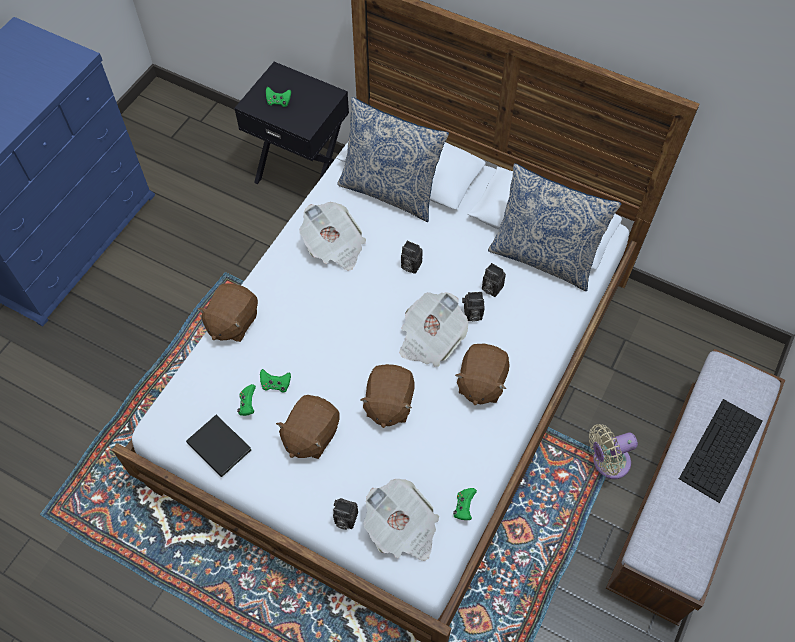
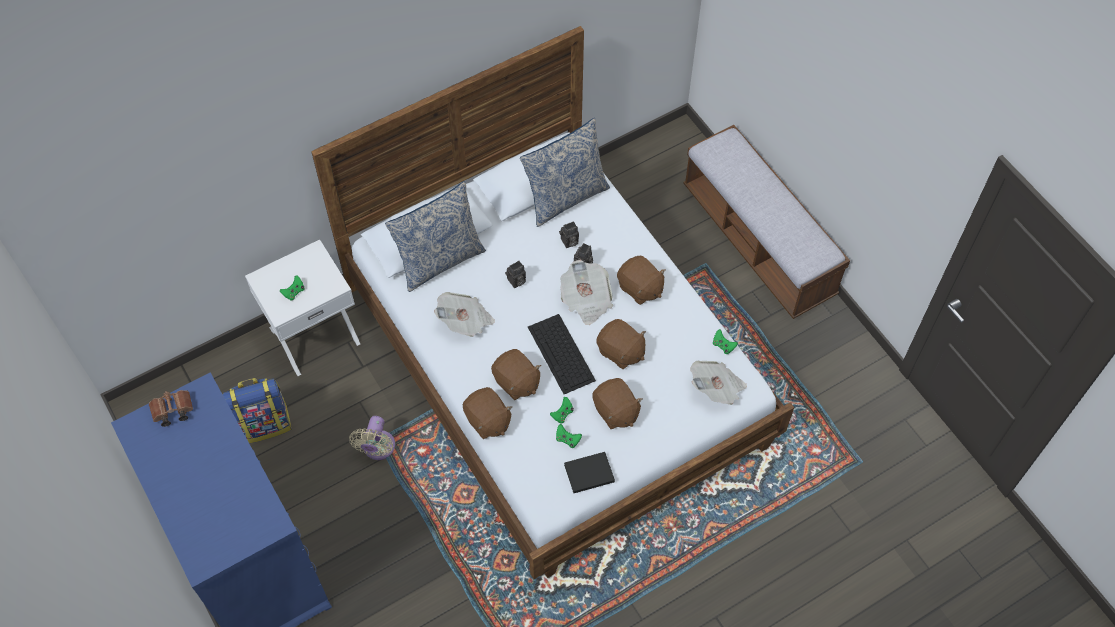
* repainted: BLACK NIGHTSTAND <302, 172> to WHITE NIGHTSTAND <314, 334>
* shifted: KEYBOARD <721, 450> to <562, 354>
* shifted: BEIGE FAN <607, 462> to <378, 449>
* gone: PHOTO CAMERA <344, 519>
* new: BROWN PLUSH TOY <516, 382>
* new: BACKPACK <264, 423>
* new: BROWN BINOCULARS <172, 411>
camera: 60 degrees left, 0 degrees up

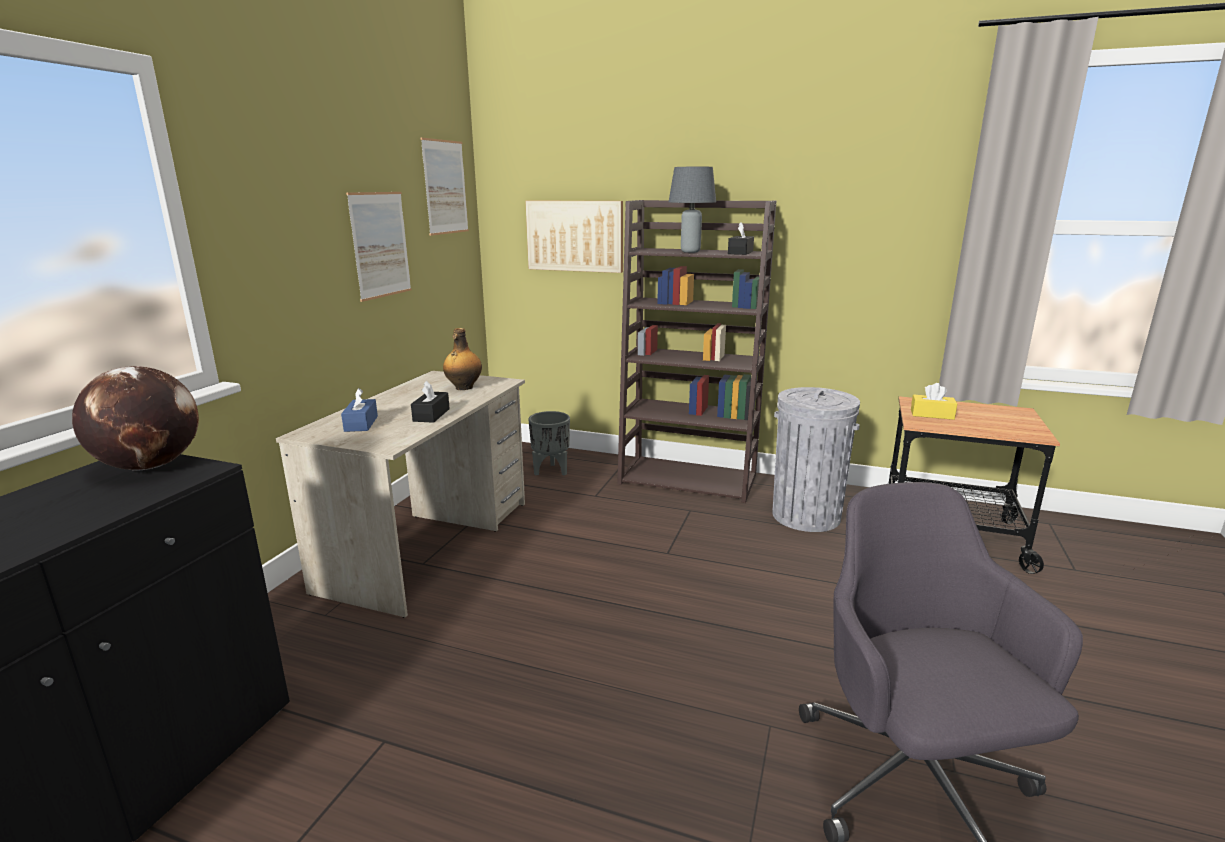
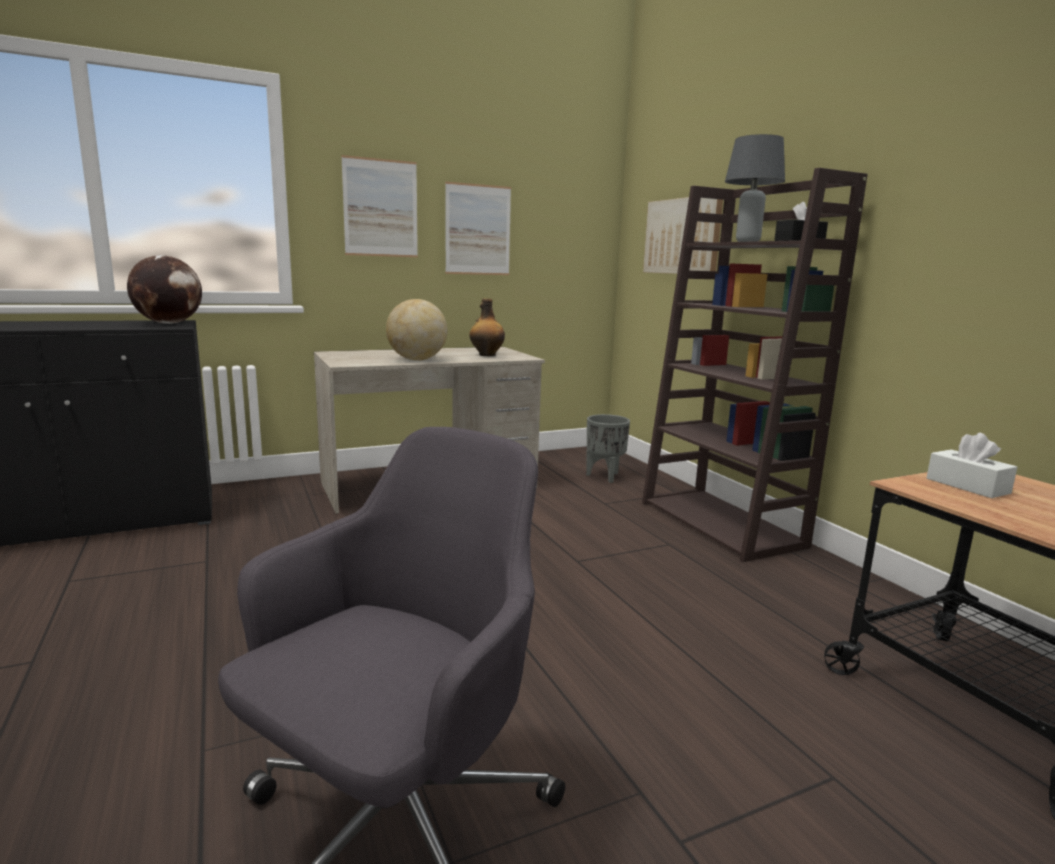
* shifted: PICTURE <445, 187> to <380, 208>
* swapped: BLACK TISSUE BOX <431, 415> to GLOBE <417, 360>
* repainted: YELLOW TISSUE BOX <932, 414> to WHITE TISSUE BOX <967, 486>
* gone: GREY TRASH CAN <806, 515>
* gone: BLUE TISSUE BOX <361, 424>
camera: 45 degrees right, 5 degrees down

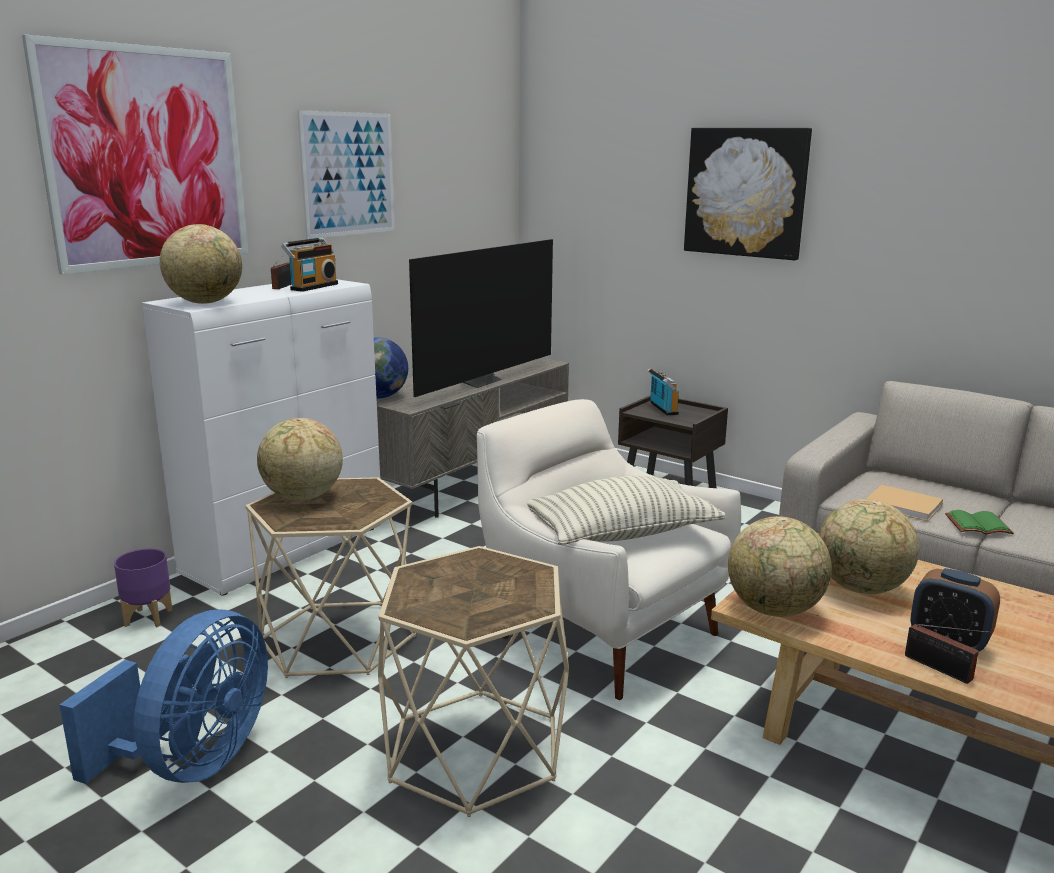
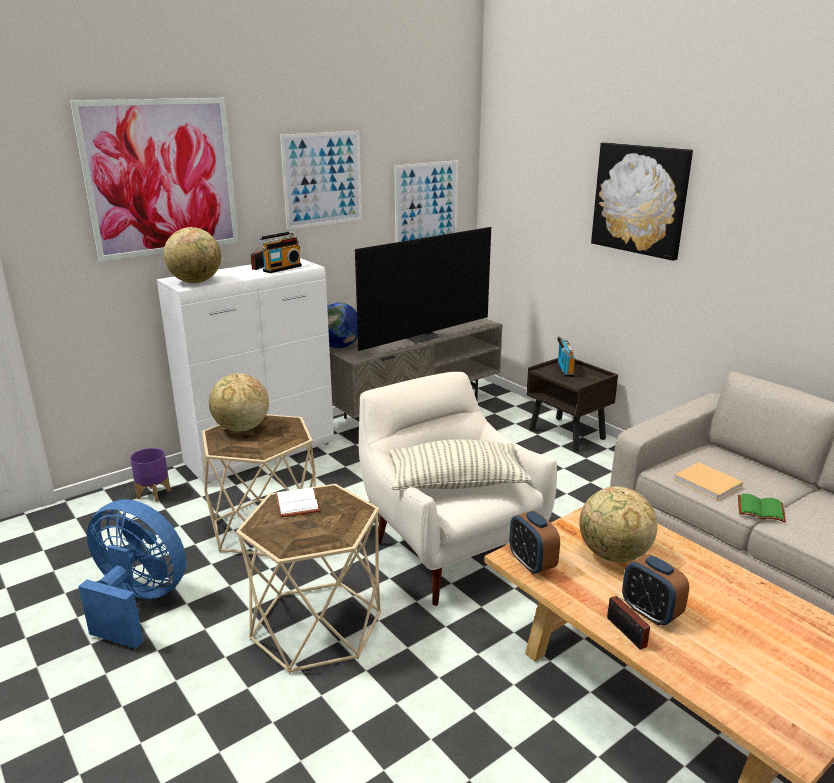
* swapped: GLOBE <774, 610> to ALARM CLOCK <532, 563>
* rotated: BLUE FAN <192, 762> = <138, 603> 105 degrees counterclockwise
* new: PICTURE <426, 203>
* new: WHITE BOOK <299, 504>
camera: 15 degrees right, 5 degrees up

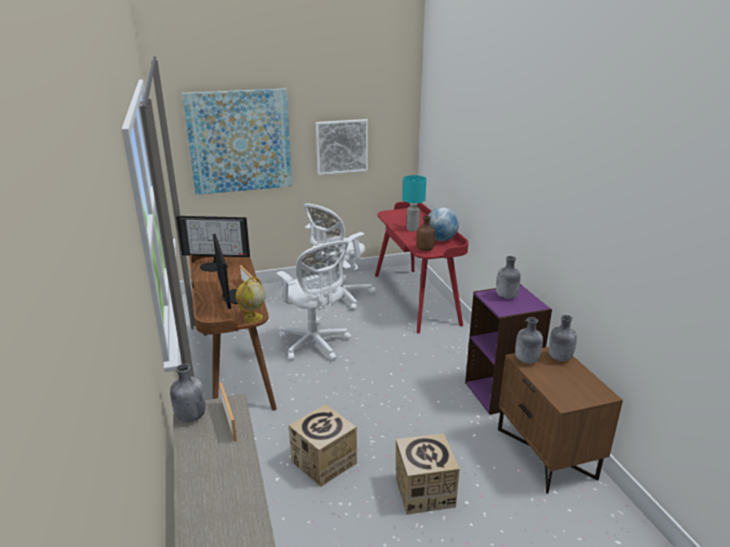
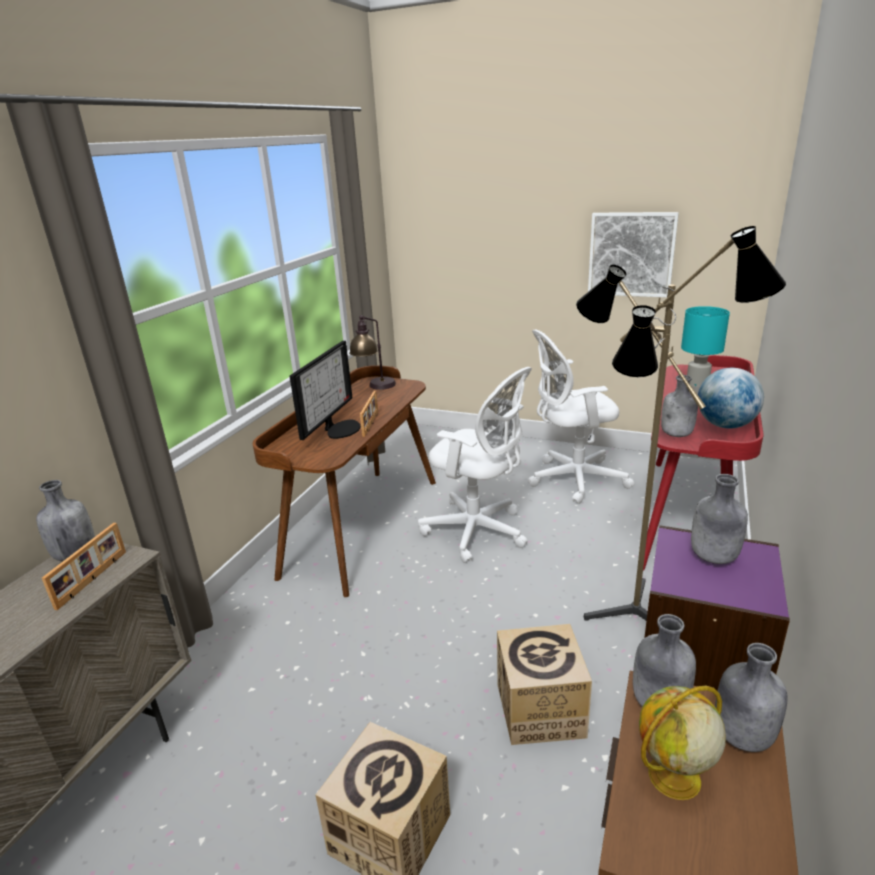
* gone: PICTURE <240, 141>
* swapped: MONITOR <215, 265> to TABLE LAMP <375, 388>
* repainted: BROWN BOTTLE <425, 249> to GREY BOTTLE <677, 434>
* rotated: WHITE OFFICE CHAIR <315, 345> = <478, 532> 60 degrees counterclockwise
* shifted: GLOBE <253, 318> to <673, 777>
* shifted: CARDBOARD BOX <324, 462> to <540, 710>
* new: FLOOR LAMP <629, 619>
camera: 40 degrees right, 0 degrees up

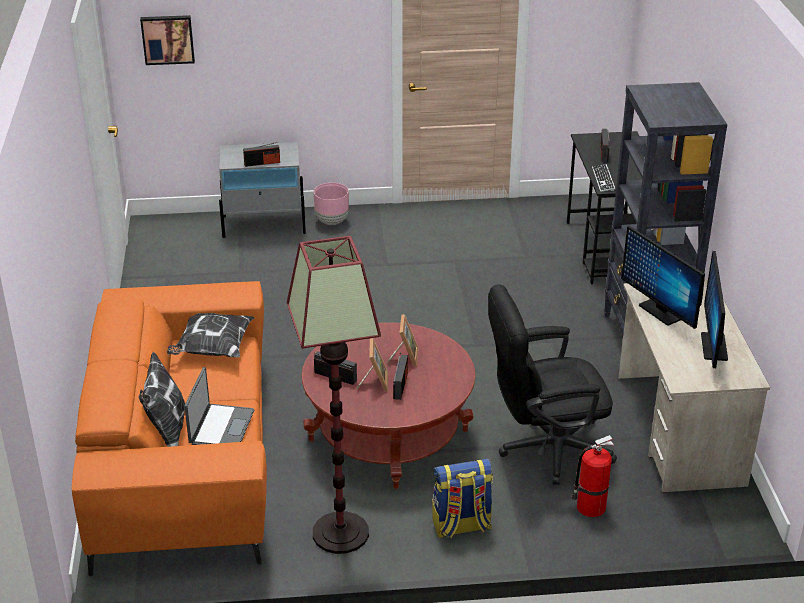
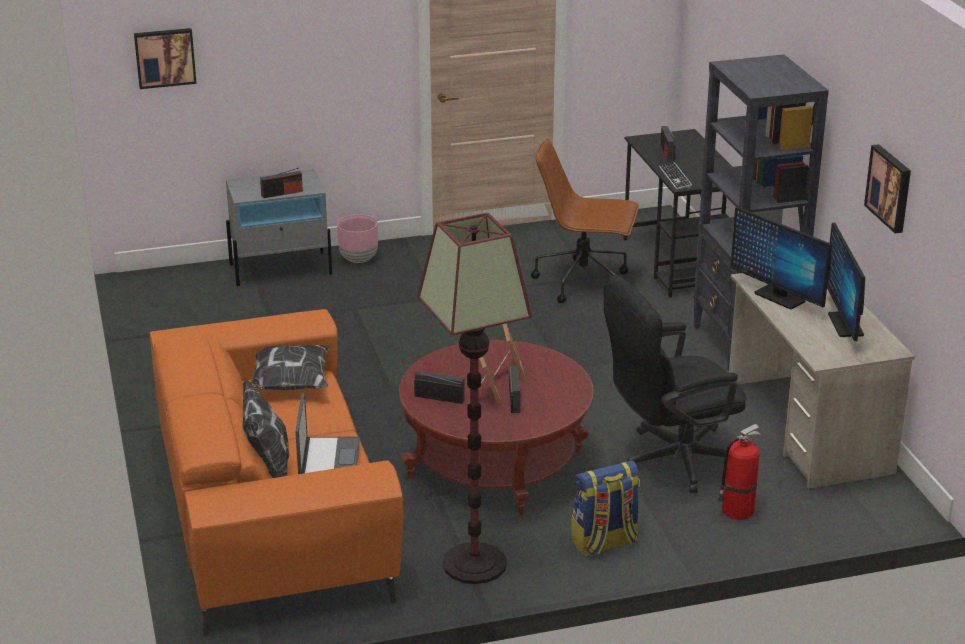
* new: BROWN OFFICE CHAIR <584, 282>
* new: PICTURE <890, 188>
camera: 10 degrees left, 5 degrees down

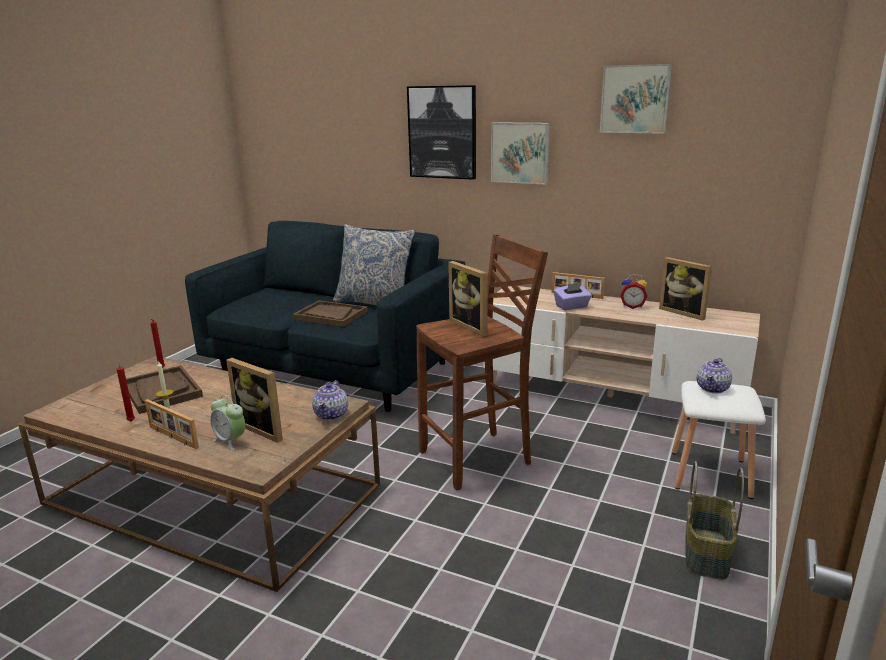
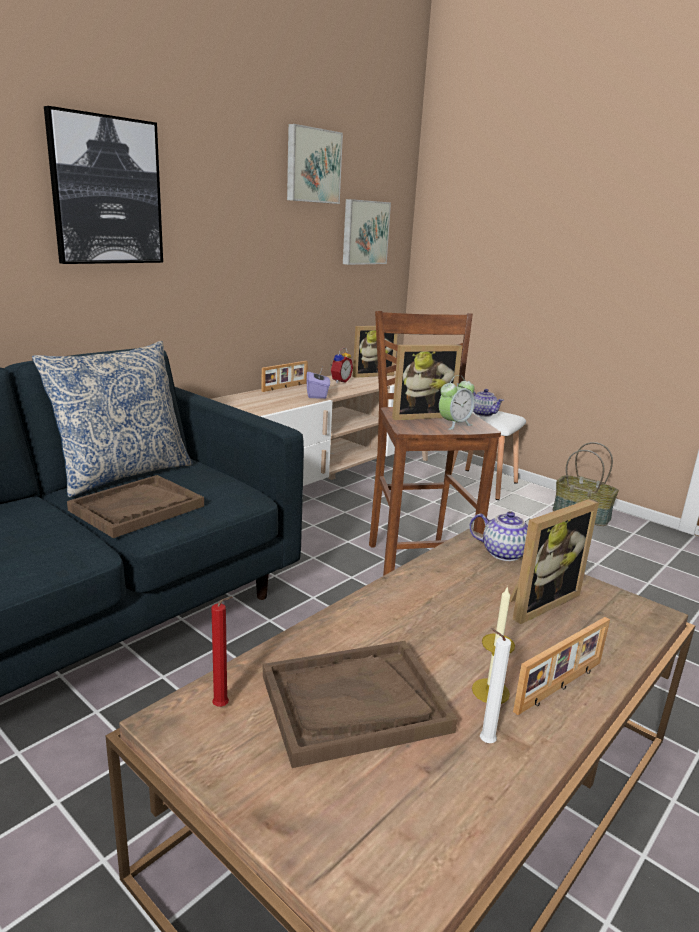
* shifted: PICTURE <520, 152> to <364, 232>
* repainted: RED CANDLE <131, 420> to WHITE CANDLE <484, 742>
* shifted: ALARM CLOCK <230, 441> to <454, 424>
camera: 75 degrees left, 0 degrees up

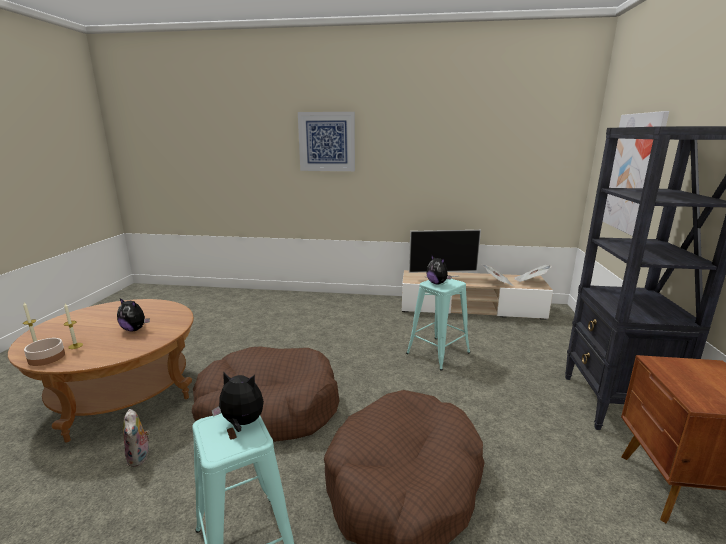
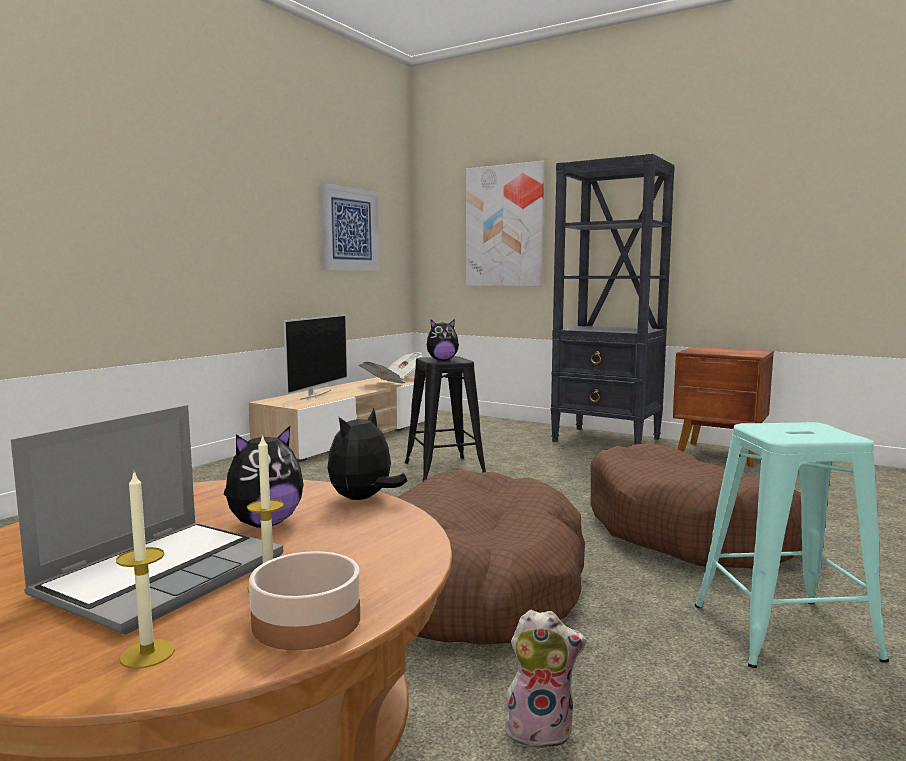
* shifted: PICTURE <327, 142> to <349, 229>
* repainted: TURQUOISE STOOL <438, 353> to BLACK STOOL <444, 469>
* shifted: PLUSH TOY <242, 423> to <363, 499>
* new: LAPTOP <163, 575>
camera: 65 degrees left, 10 degrees down

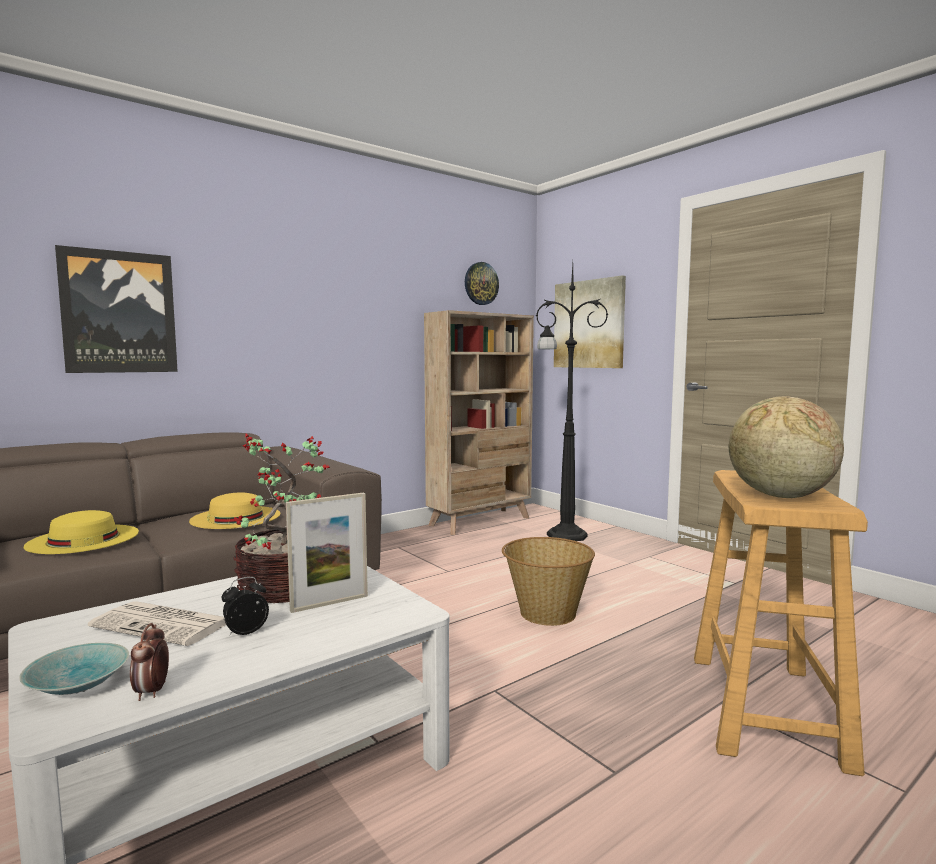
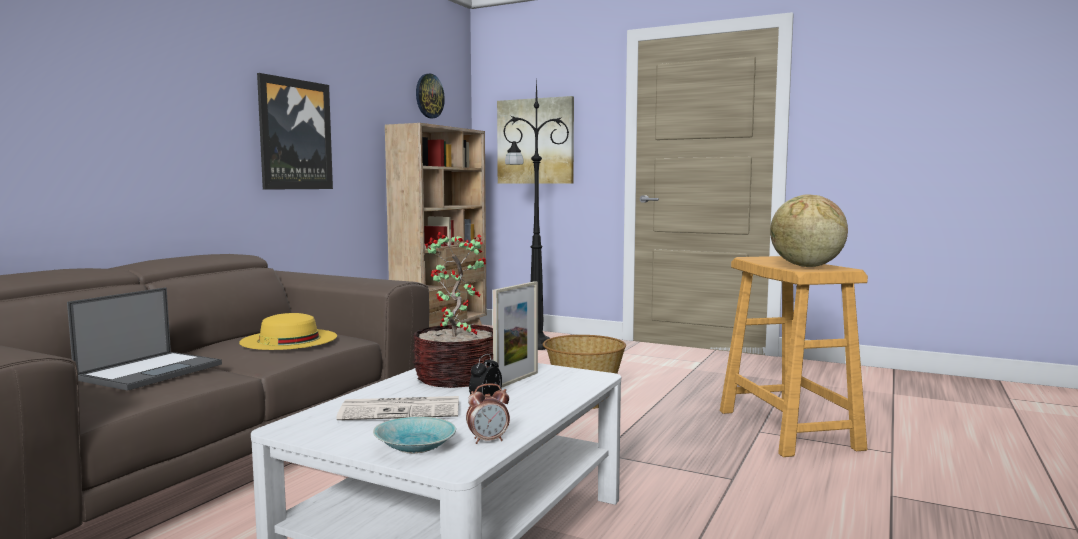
* shifted: PICTURE <119, 312> to <295, 134>
* swapped: YELLOW HAT <83, 539> to LAPTOP <151, 371>
* rotated: ALARM CLOCK <152, 692> = <488, 440> 75 degrees counterclockwise
camera: 25 degrees left, 0 degrees up

